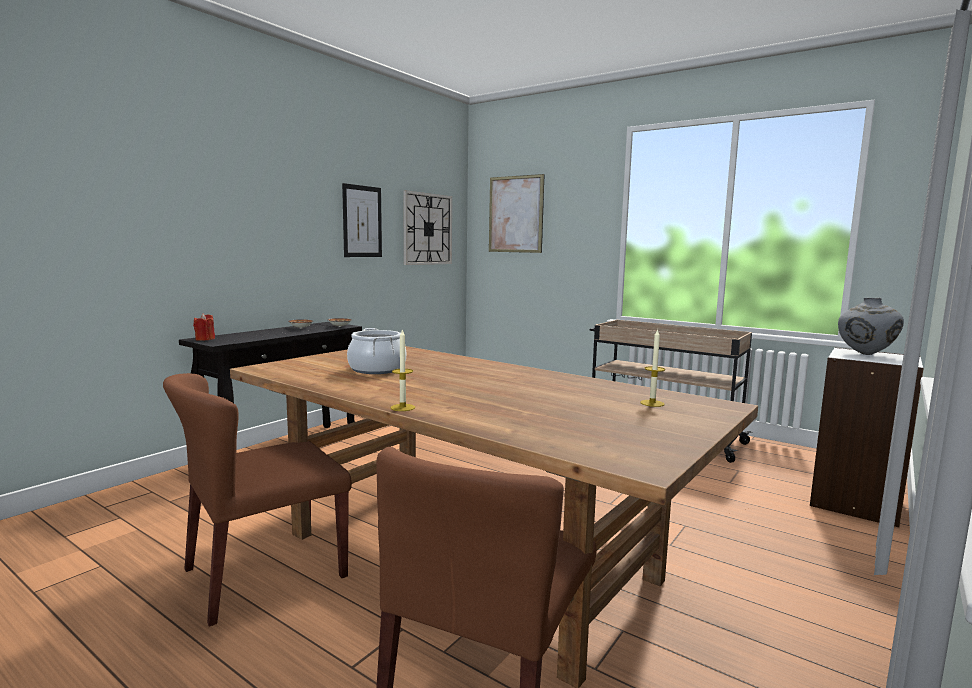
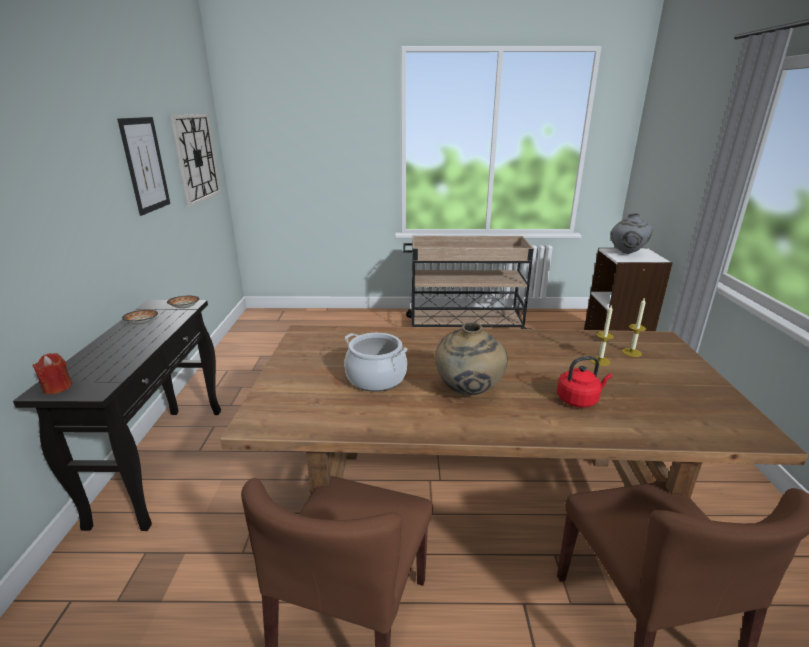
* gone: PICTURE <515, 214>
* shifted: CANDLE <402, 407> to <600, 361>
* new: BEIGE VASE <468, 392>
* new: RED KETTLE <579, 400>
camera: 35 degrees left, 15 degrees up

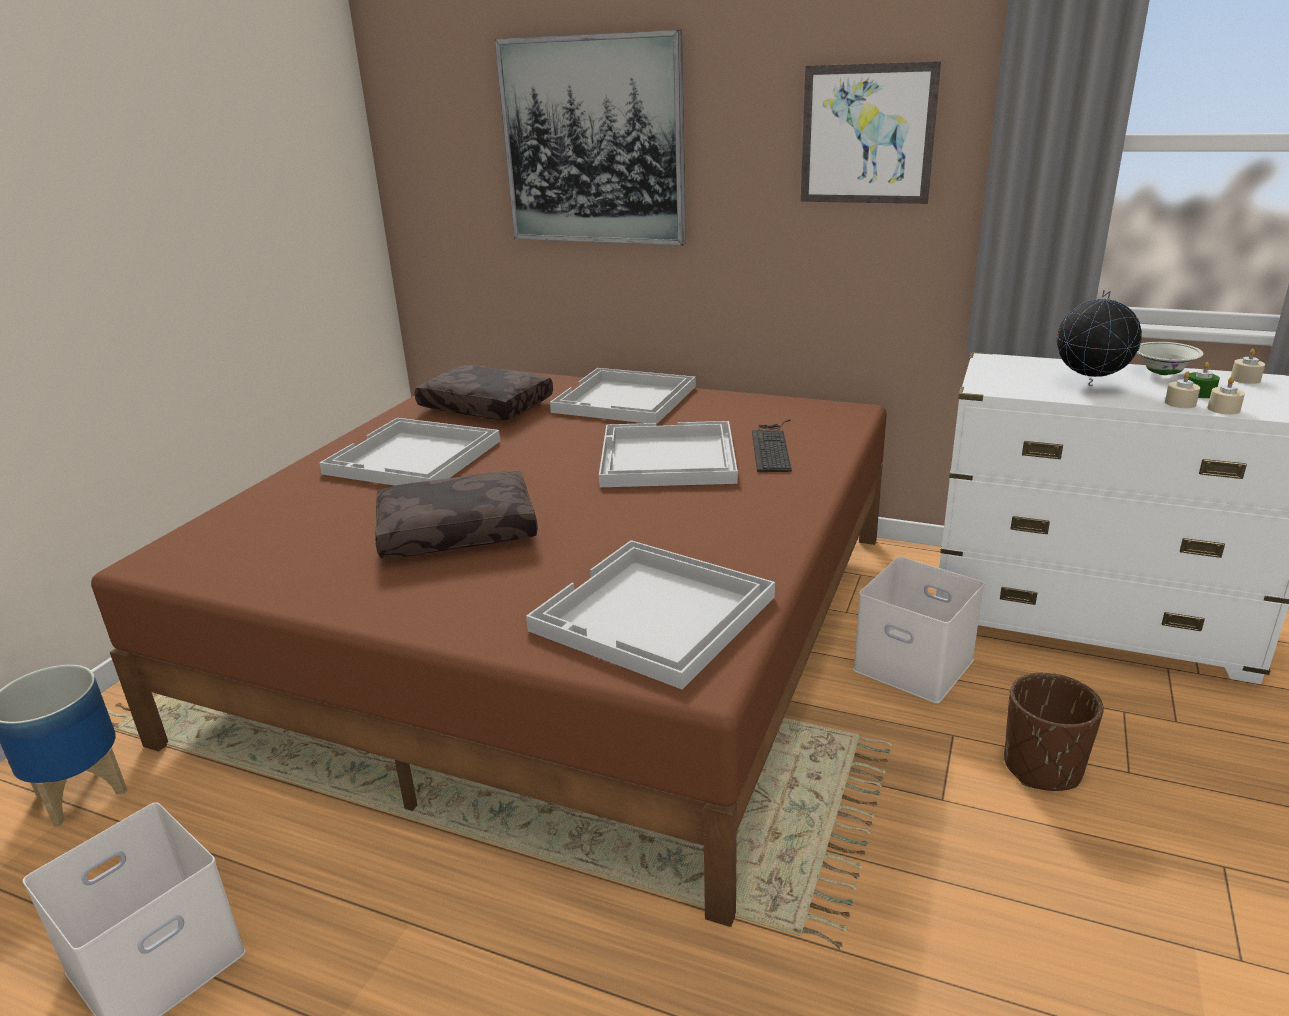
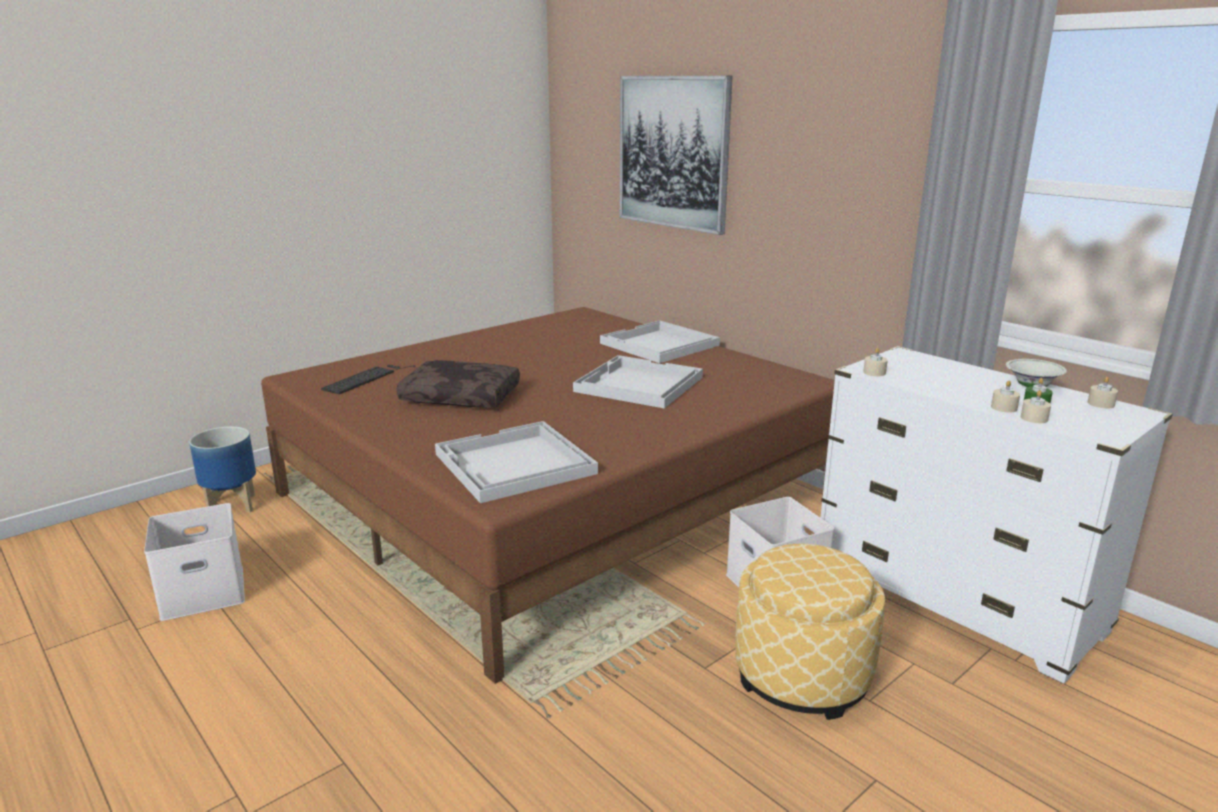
* gone: PICTURE <867, 135>
* gone: GLOBE <1089, 385>
* gone: BROWN PILLOW <484, 407>
* gone: WHITE TRAY <414, 458>
* shifted: KEYBOARD <771, 446> to <367, 378>
* swapped: BROWN PLANTER <1042, 768> to OTTOMAN <802, 675>
* new: BEIGE CANDLE <874, 372>
camera: 25 degrees right, 5 degrees down

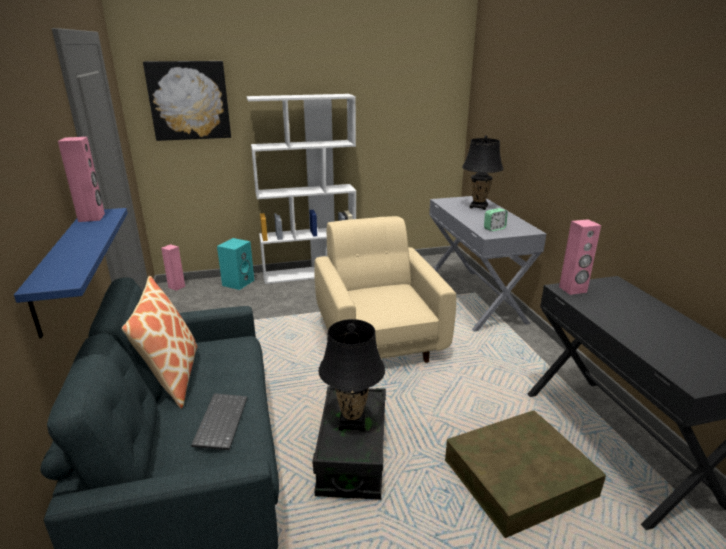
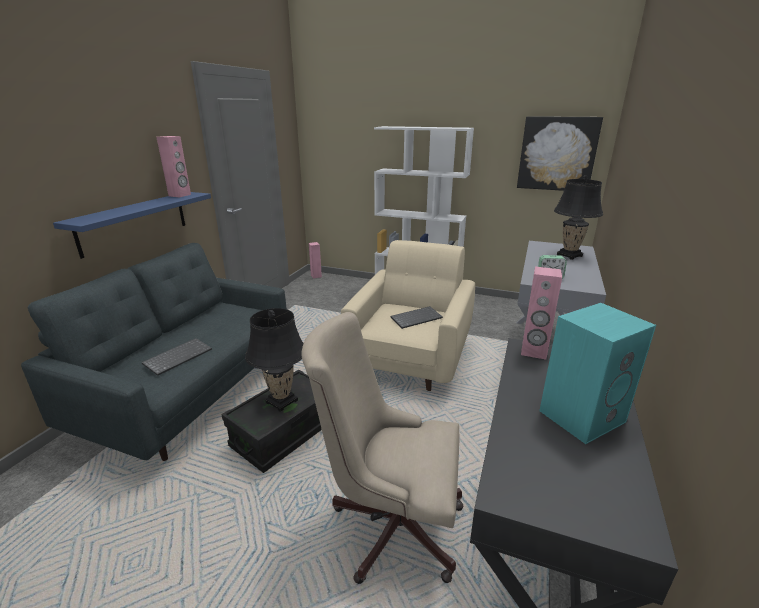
* shifted: PICTURE <189, 100> to <557, 154>
* shifted: TURQUOISE SPEAKER <238, 282> to <581, 415>
* gone: PILLOW <172, 376>
* swapped: BROWN STORAGE BOX <518, 477> to BEIGE OFFICE CHAIR <389, 523>
* new: KEYBOARD <416, 318>
camera: 35 degrees right, 0 degrees up

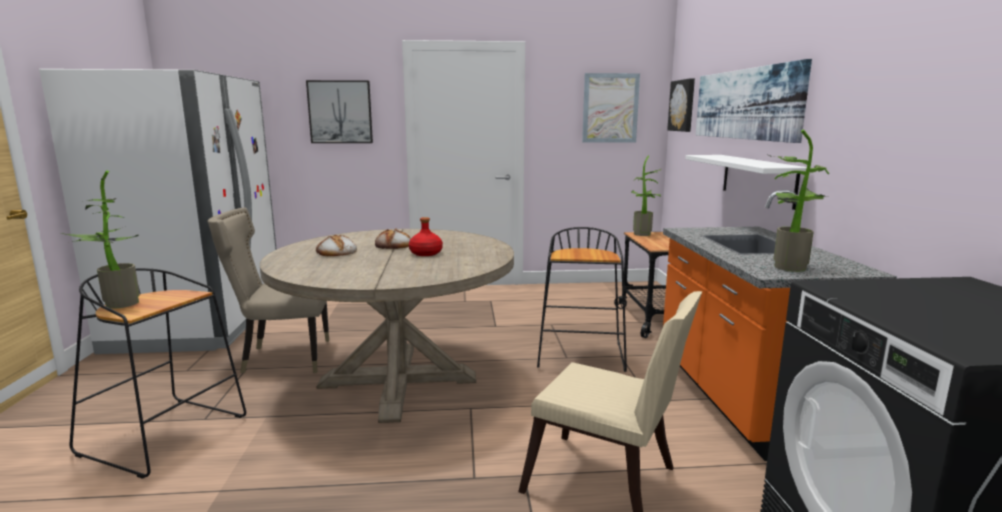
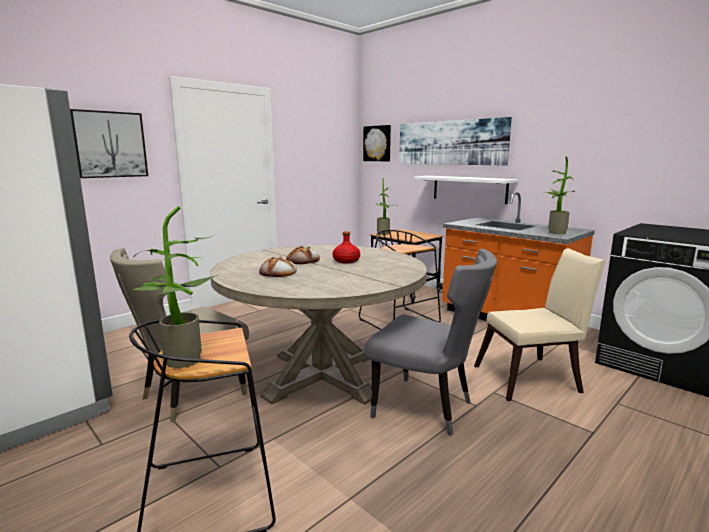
* gone: PICTURE <610, 108>
* new: GREY CHAIR <427, 408>
camera: 40 degrees left, 0 degrees up

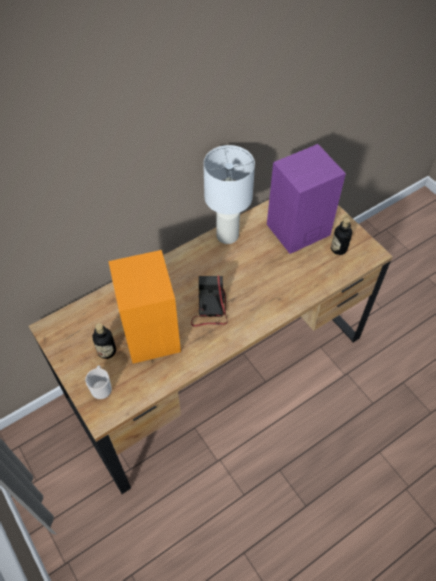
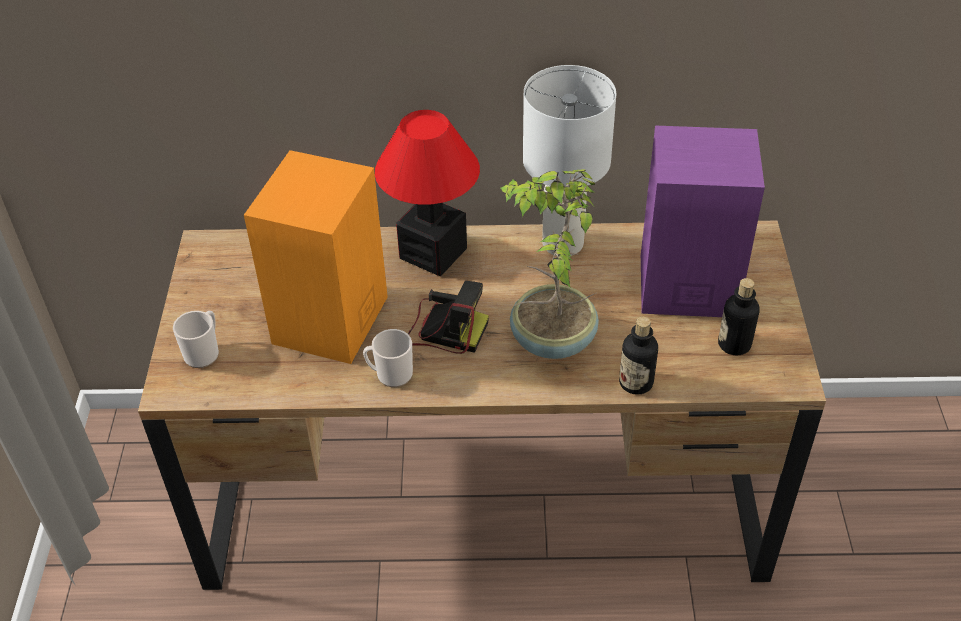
* rotated: PHOTO CAMERA <210, 309> = <444, 329> 75 degrees clockwise
* shifted: BOTTLE <107, 351> to <636, 382>
* new: TABLE LAMP <432, 253>
* new: POTTED PLANT <550, 341>
* new: MUG <390, 374>
camera: 35 degrees right, 10 degrees down

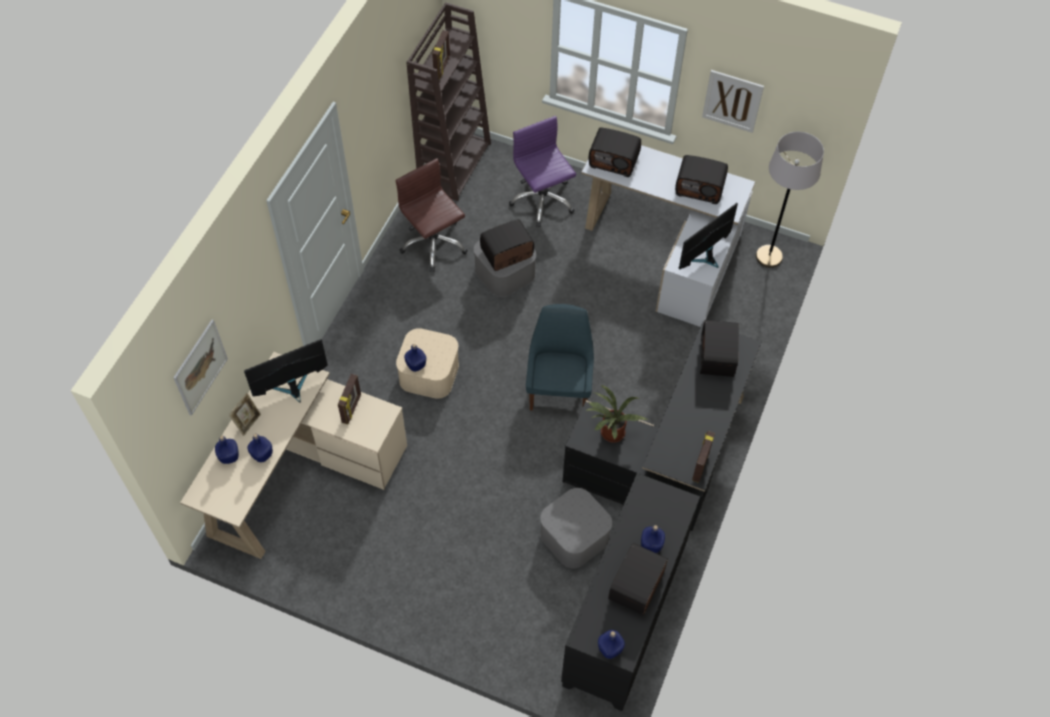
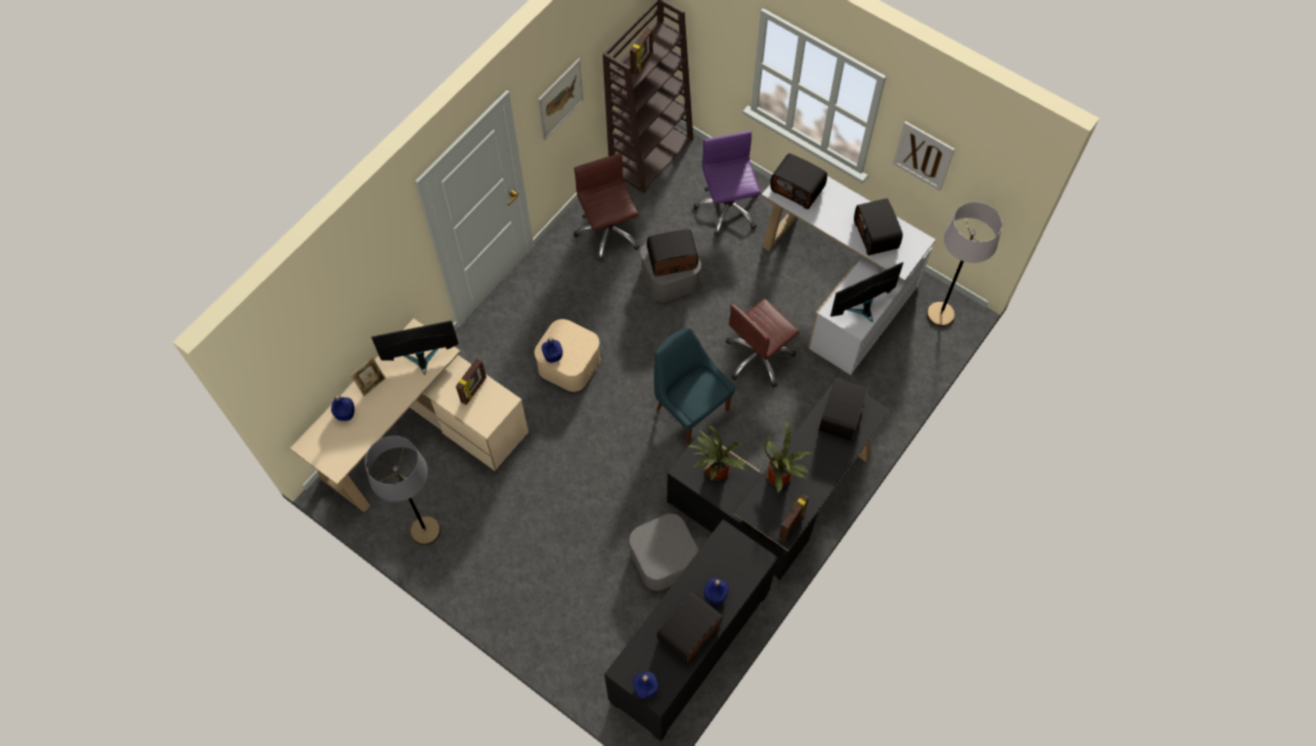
* rotated: RADIO <700, 188> = <876, 235> 45 degrees clockwise
* rotated: BLUE CHAIR <559, 389> = <690, 407> 60 degrees counterclockwise
* shifted: PICTURE <200, 367> to <560, 99>
* gone: BLUE BOTTLE <262, 454>
* new: BROWN OFFICE CHAIR <759, 358>
* new: POTTED PLANT <781, 476>
* new: GREY FLOOR LAMP <425, 531>
camera: 15 degrees right, 5 degrees up

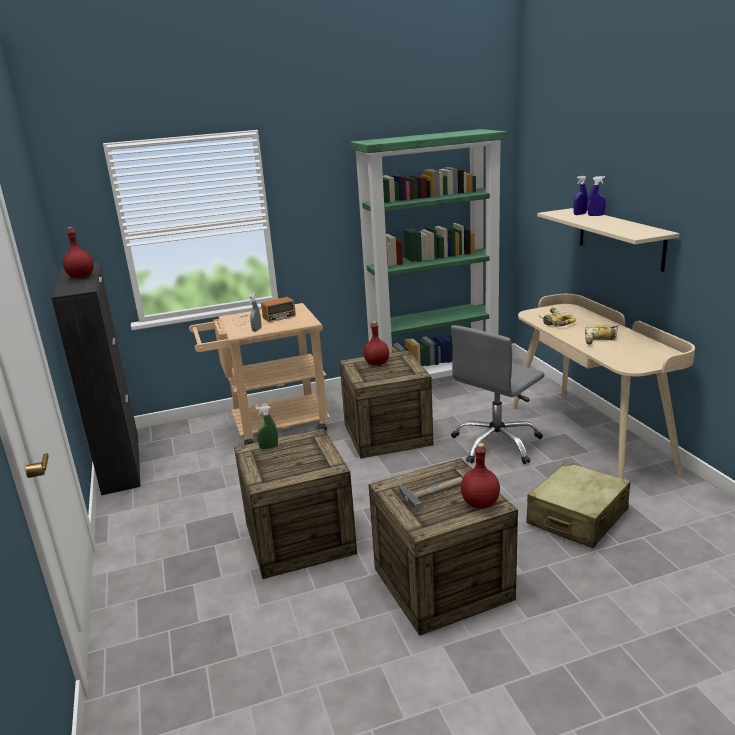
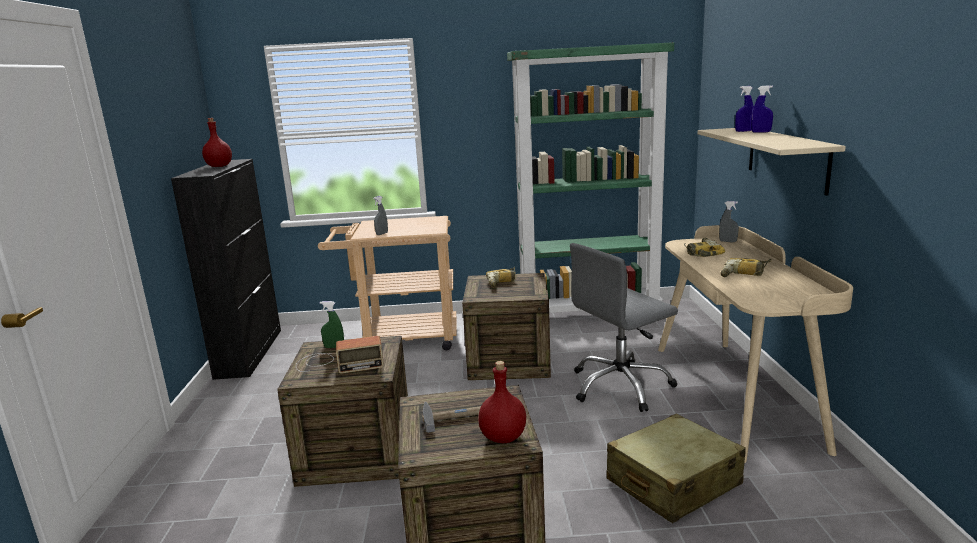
* shifted: RADIO <260, 318> to <337, 363>
* swapped: RED BOTTLE <377, 364> to POWER DRILL <502, 282>
* new: GREY SPRAY BOTTLE <728, 241>
camera: 15 degrees right, 5 degrees down

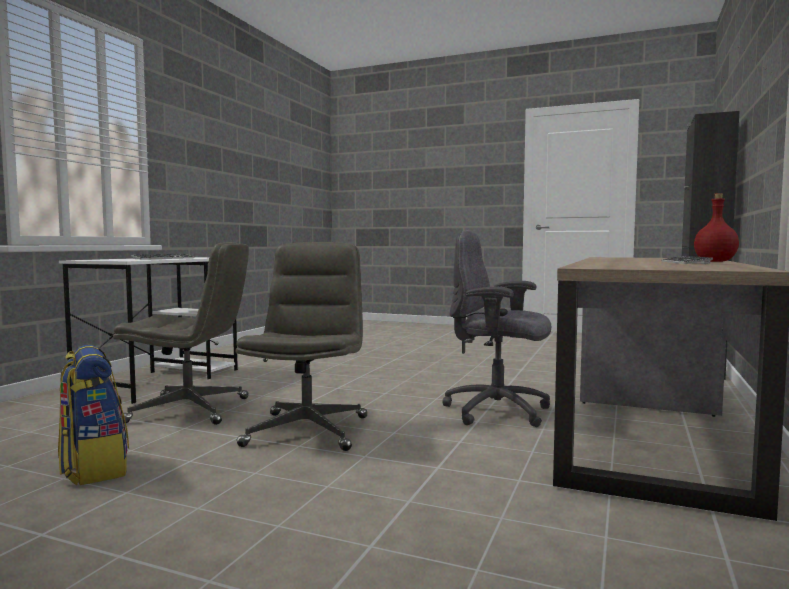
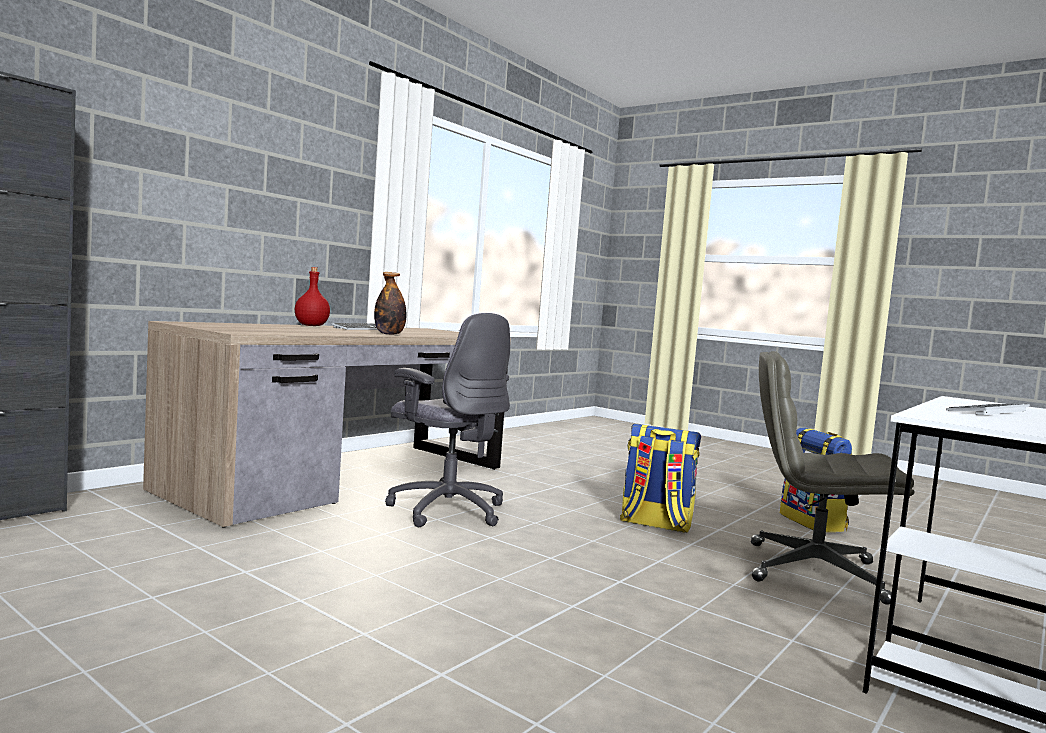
* swapped: GREY OFFICE CHAIR <307, 430> to BACKPACK <655, 524>
* new: BOTTLE <389, 334>
camera: 165 degrees left, 0 degrees up

